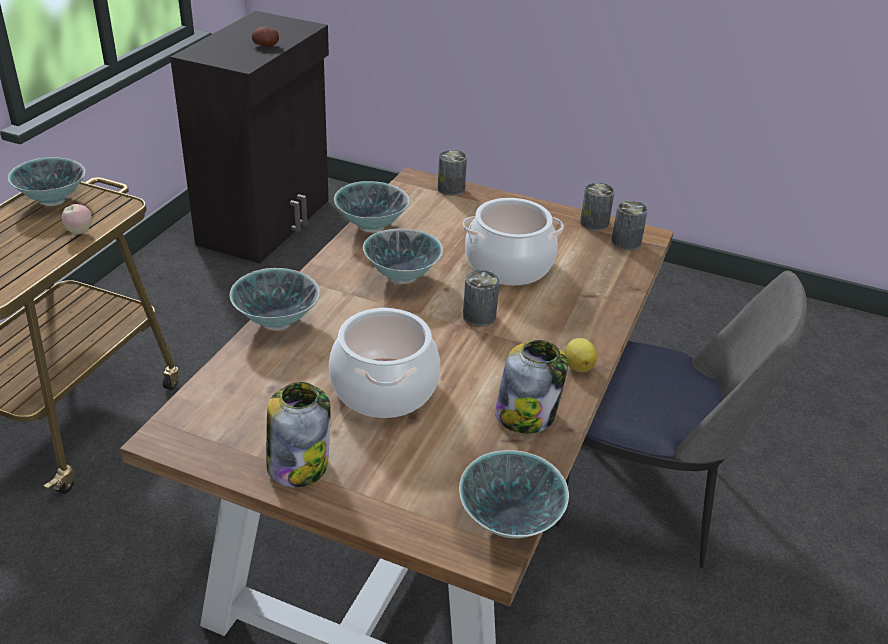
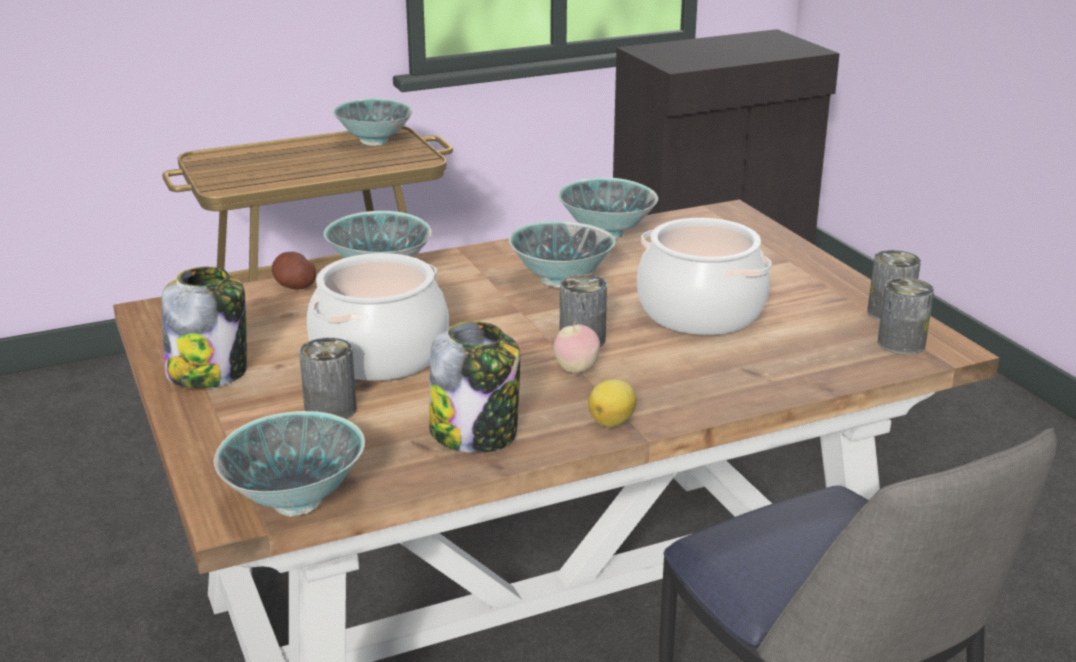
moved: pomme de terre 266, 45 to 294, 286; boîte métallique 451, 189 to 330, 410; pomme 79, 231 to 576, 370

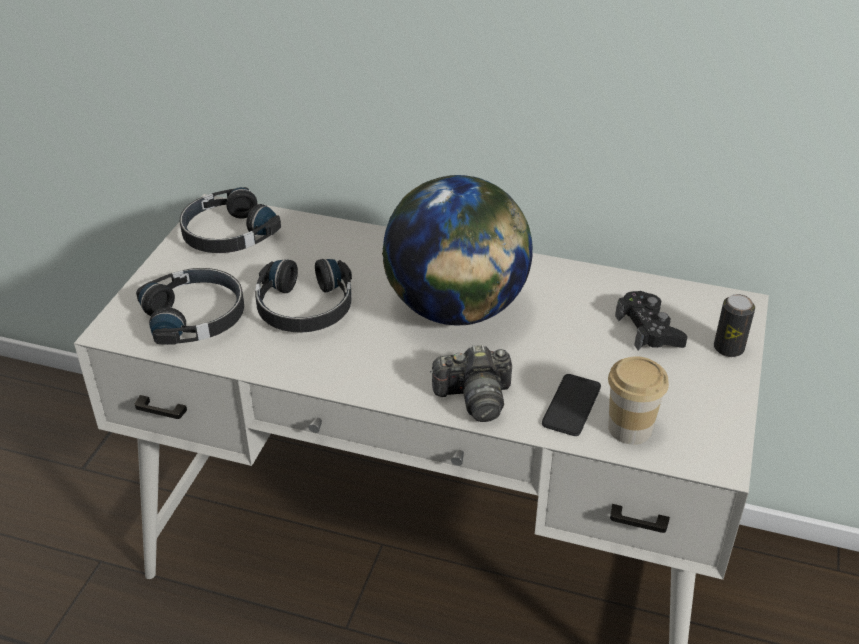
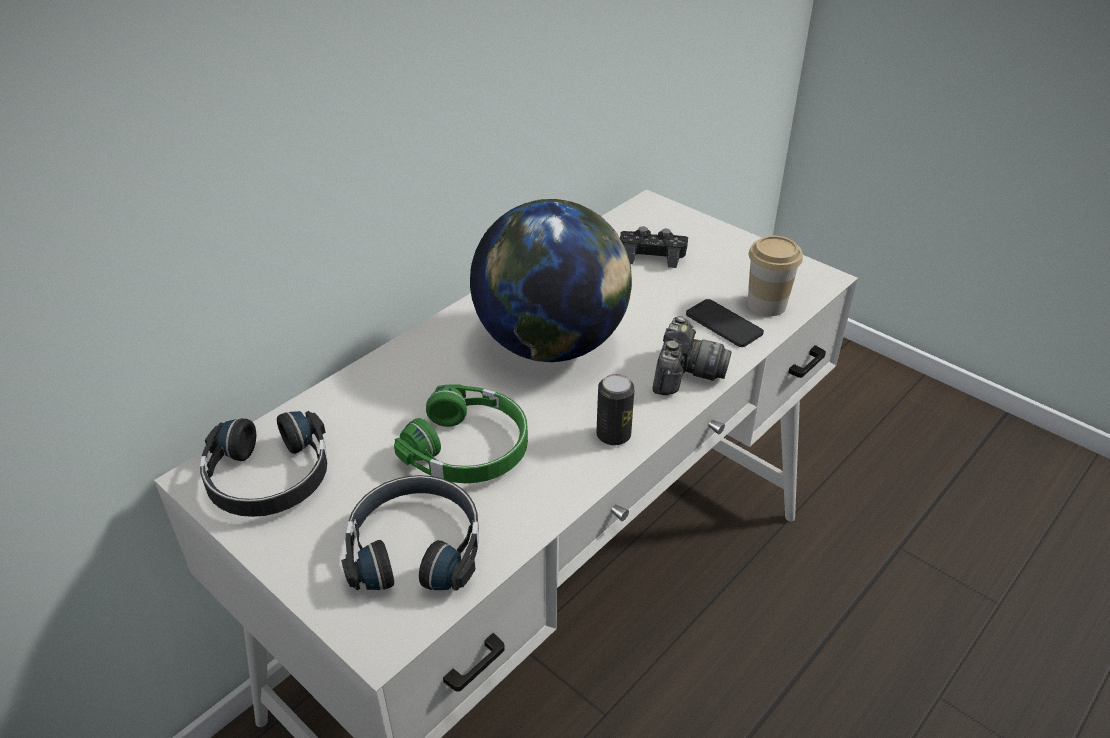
moved: boîte métallique 728, 348 to 613, 435
recoloured: casque audio [noir] 305, 308 to casque audio [vert] 469, 448

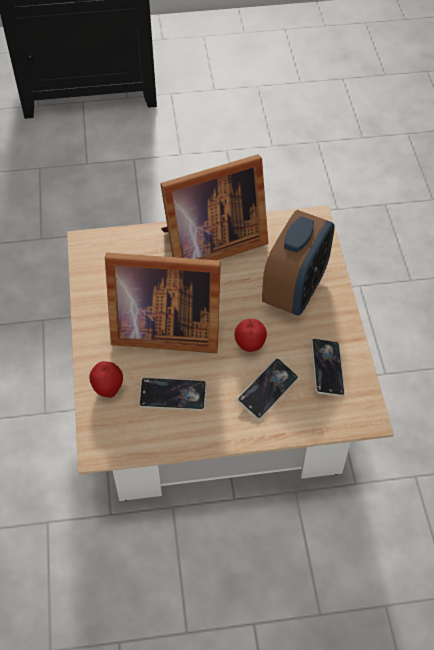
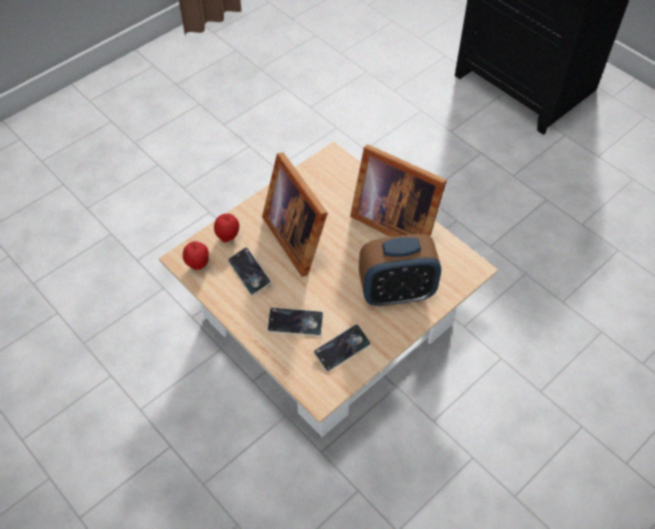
moved: pomme 249, 346 to 198, 265

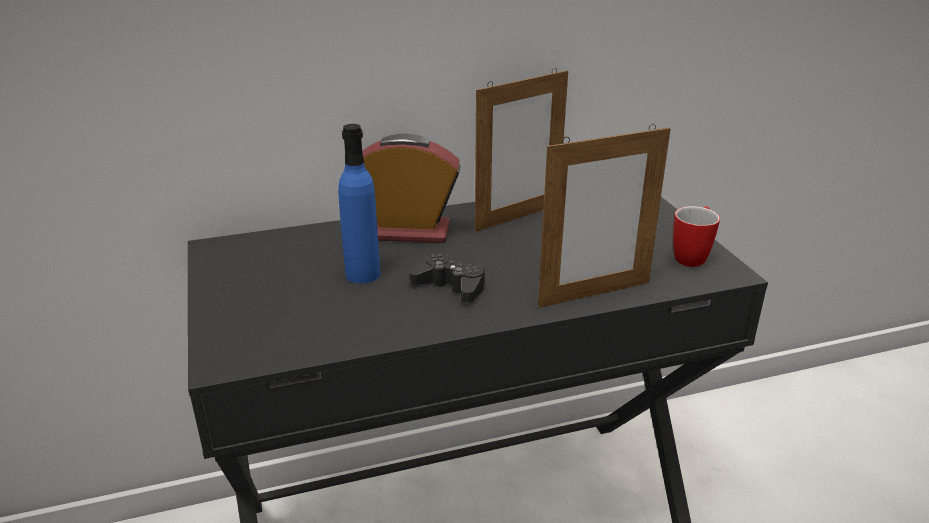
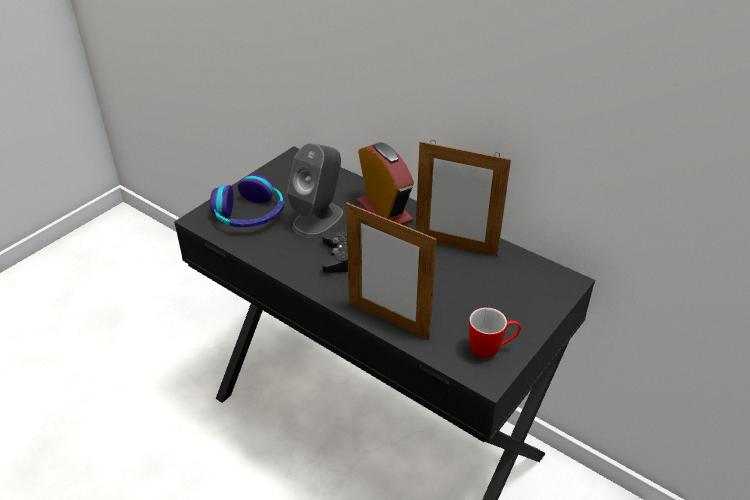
added: casque audio 249, 214
replaced: bouteille [bleu] 363, 274 to enceinte [gris] 319, 219

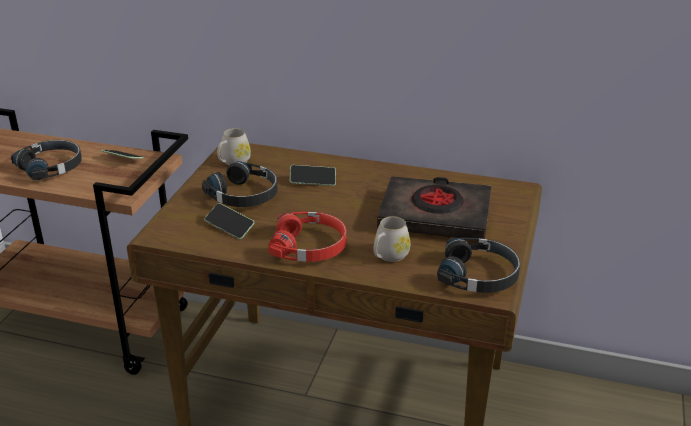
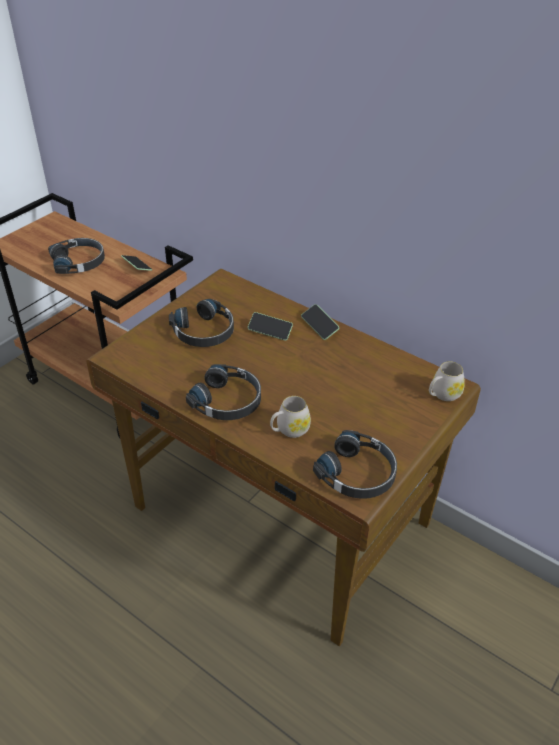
removed: livre [noir] 435, 215
moved: téléphone 229, 227 to 319, 326; mug [blanc] 233, 162 to 442, 394
recoloured: casque audio [rouge] 310, 246 to casque audio [noir] 228, 401

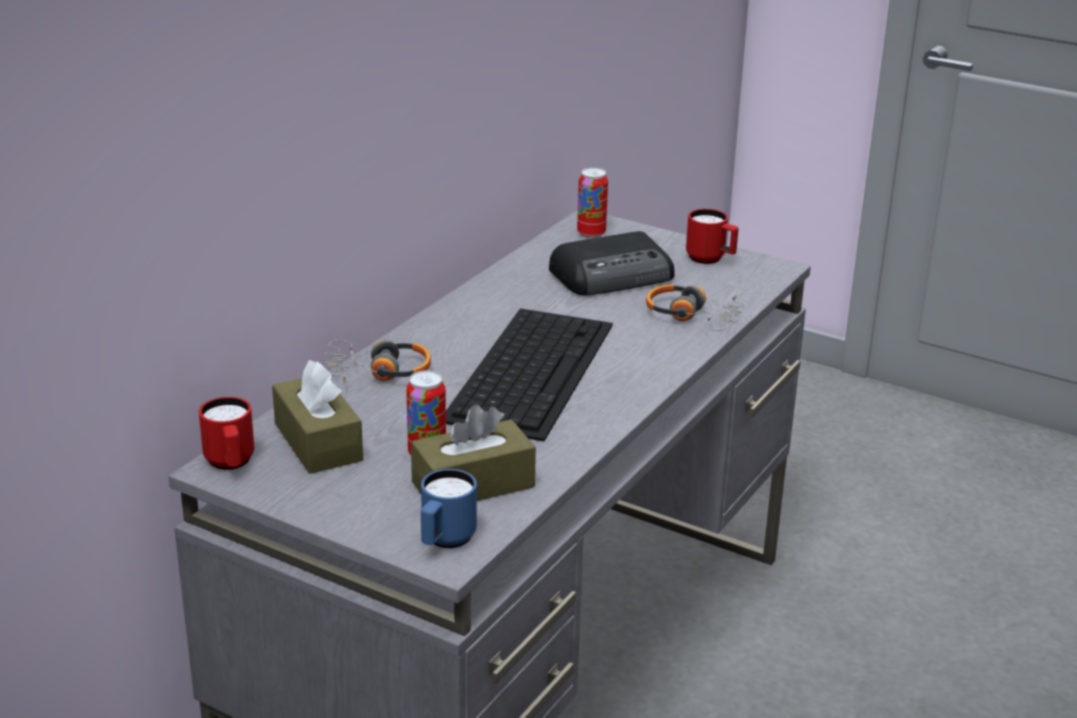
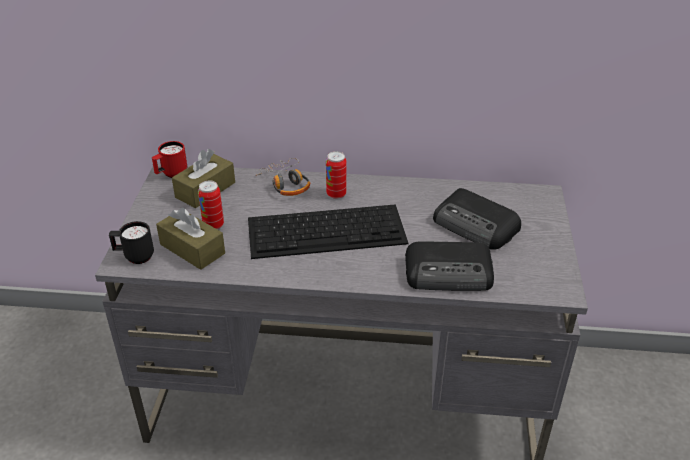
removed: mug [rouge] 710, 259
moved: boîte métallique 591, 233 to 336, 194
replaced: casque audio 693, 316 to radio 450, 273
recoloured: mug [bleu] 444, 541 to mug [noir] 134, 257

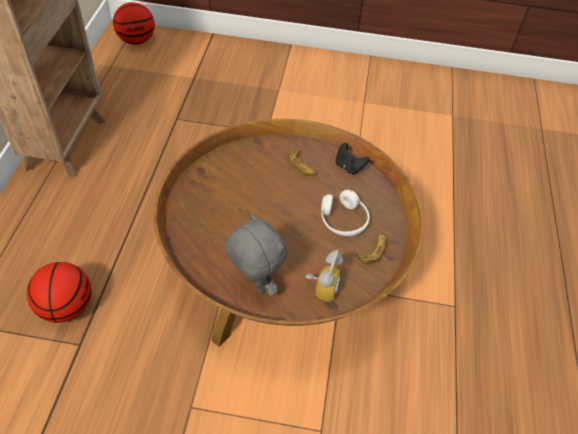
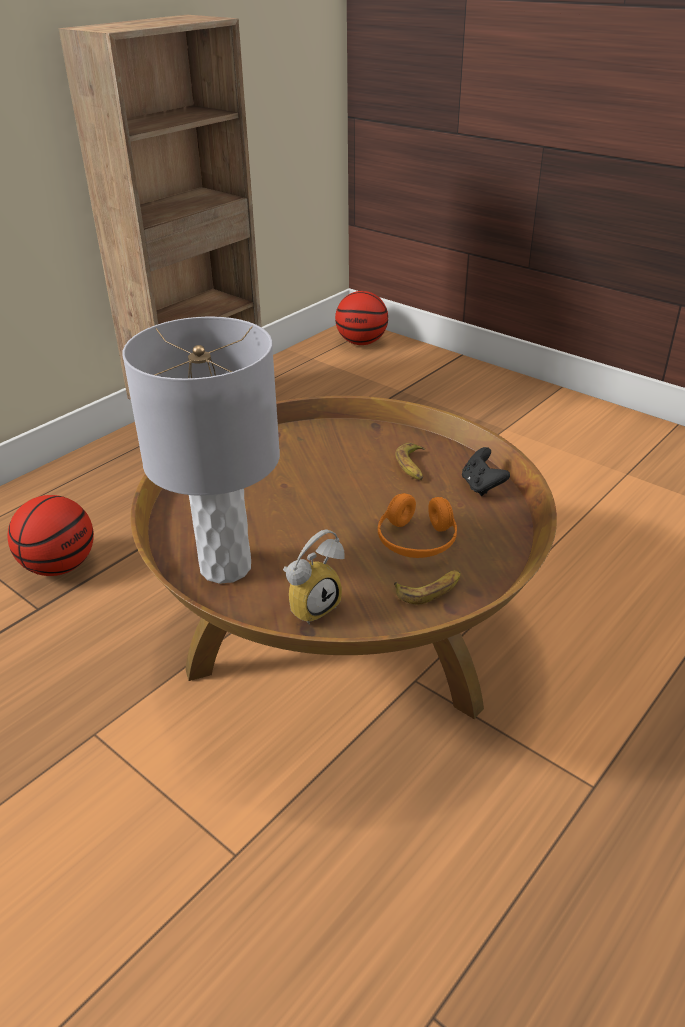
replaced: peluche [gris] 254, 284 to lampe de table [gris] 225, 567
recoloured: casque audio [blanc] 343, 220 to casque audio [orange] 416, 541

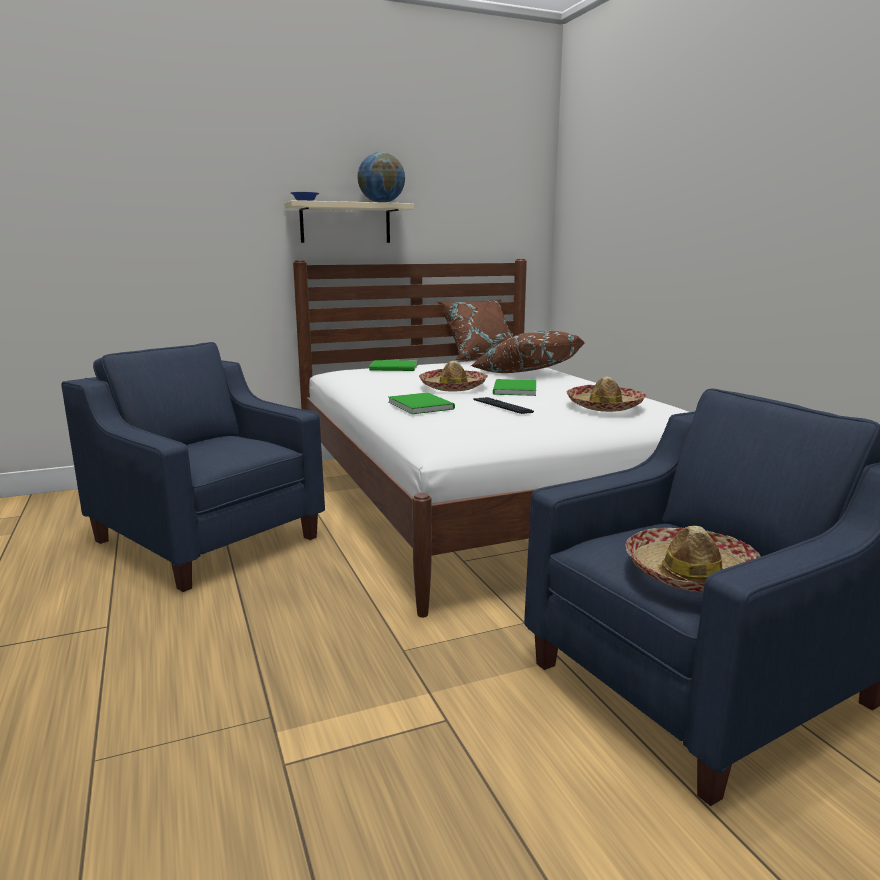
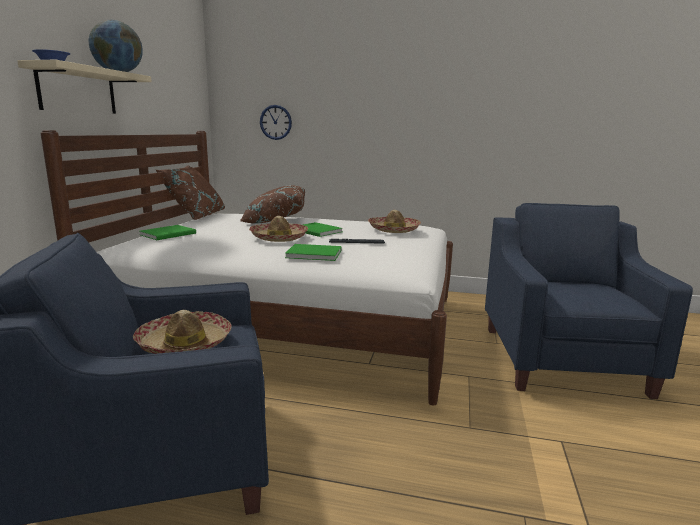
added: horloge murale 275, 122
moved: chapeau 690, 574 to 185, 344

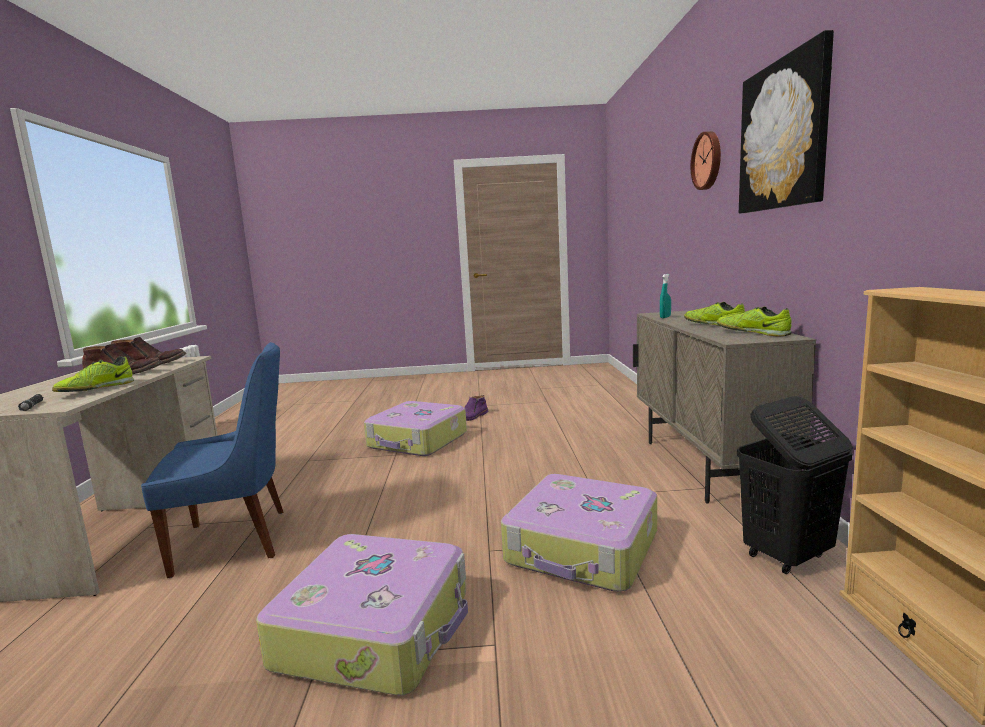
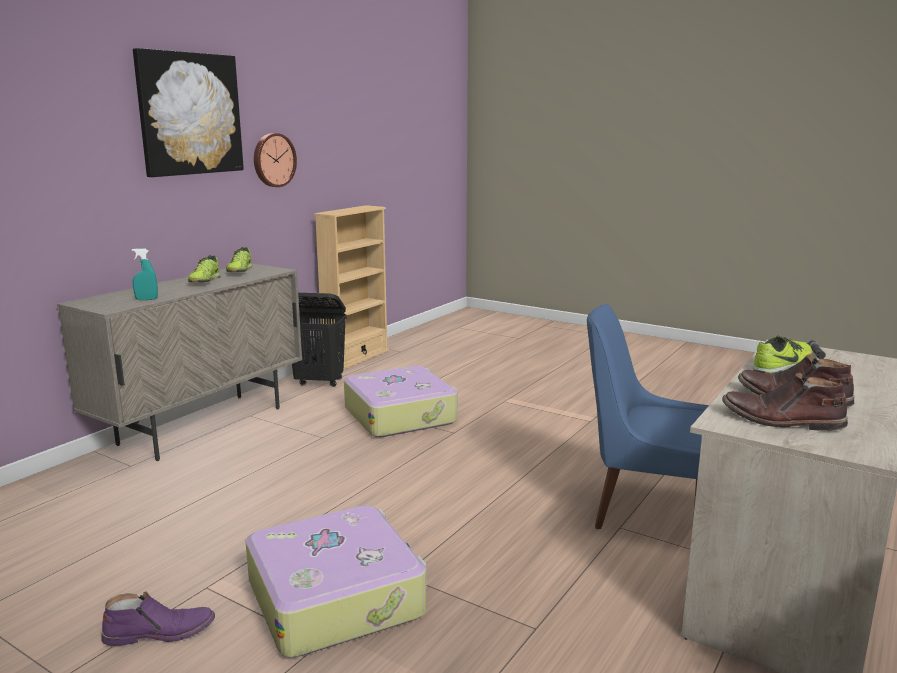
removed: valise 377, 628
moved: horloge murale 708, 161 to 273, 160

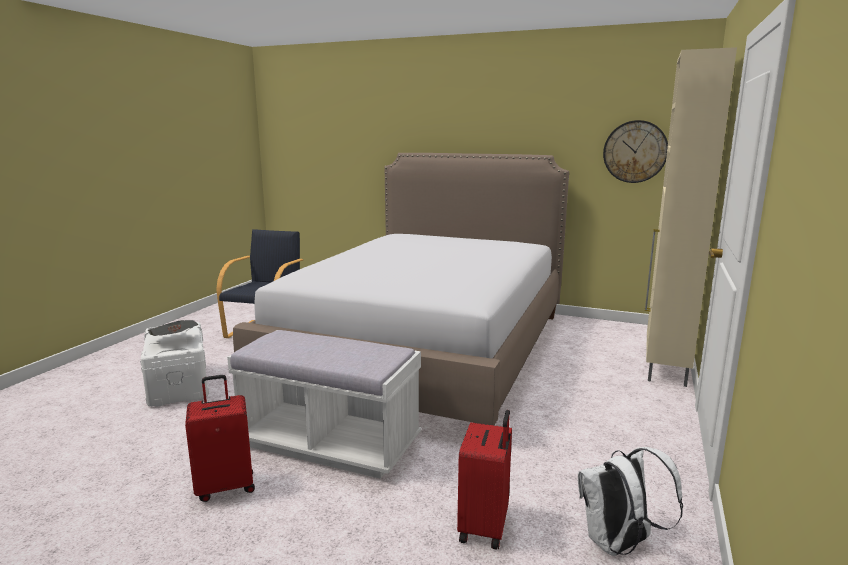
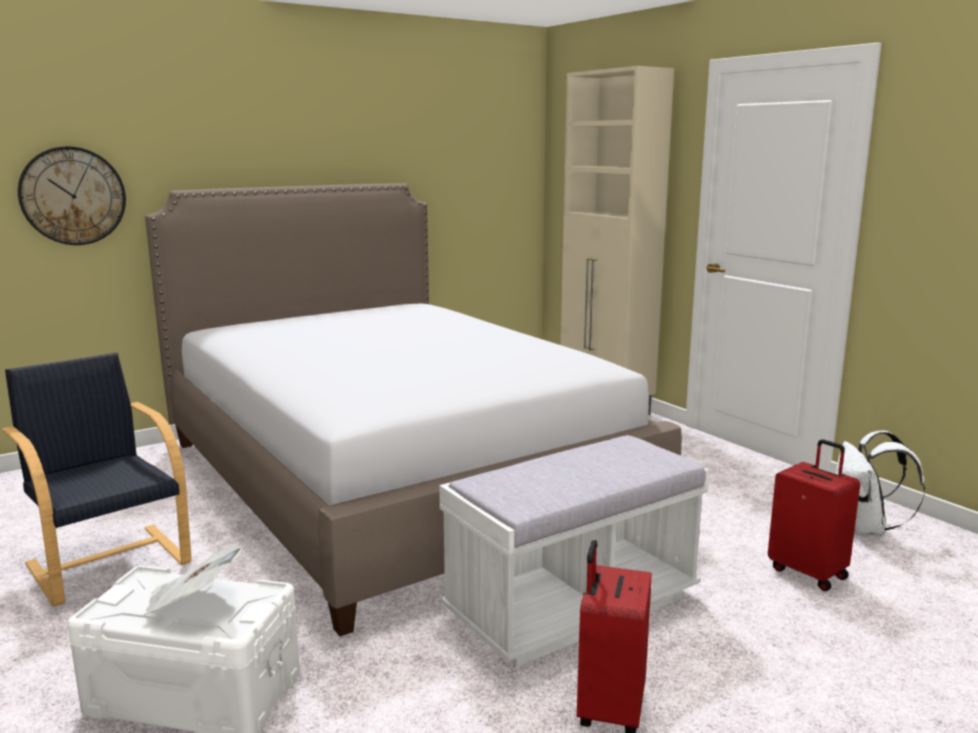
moved: horloge murale 635, 151 to 73, 196

